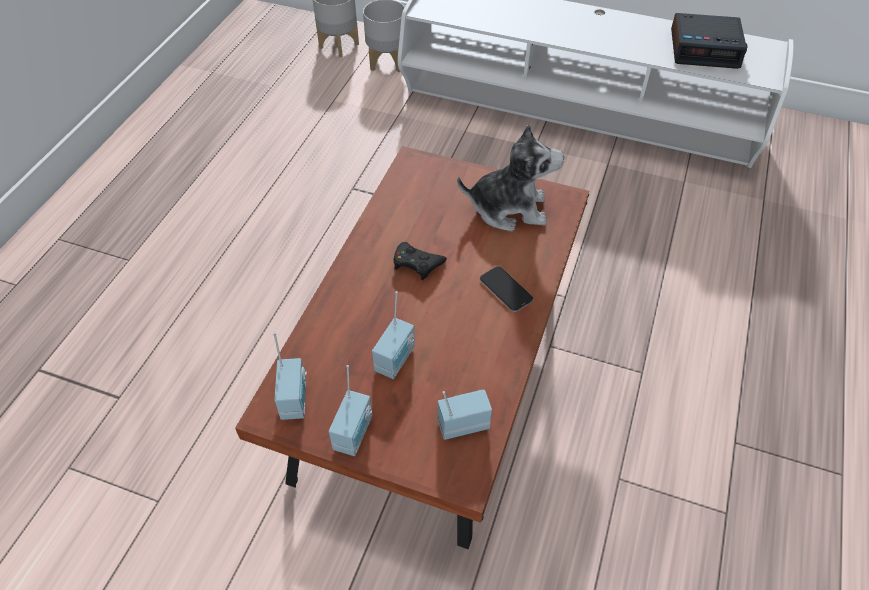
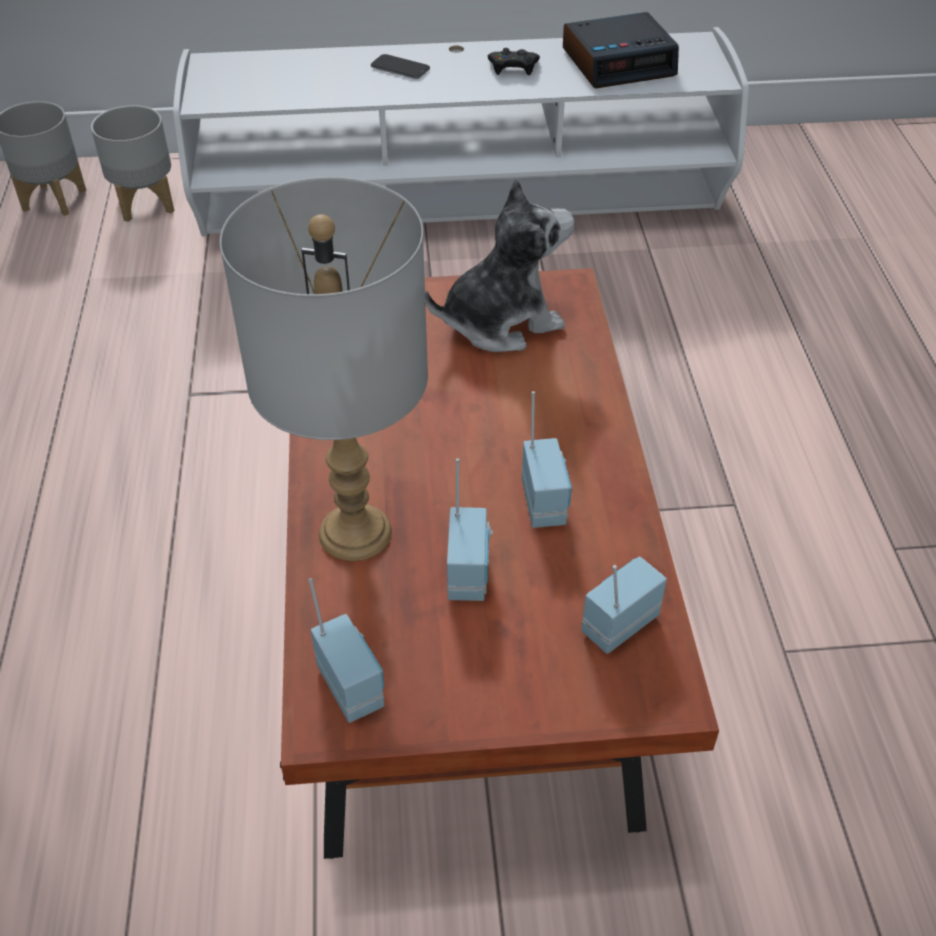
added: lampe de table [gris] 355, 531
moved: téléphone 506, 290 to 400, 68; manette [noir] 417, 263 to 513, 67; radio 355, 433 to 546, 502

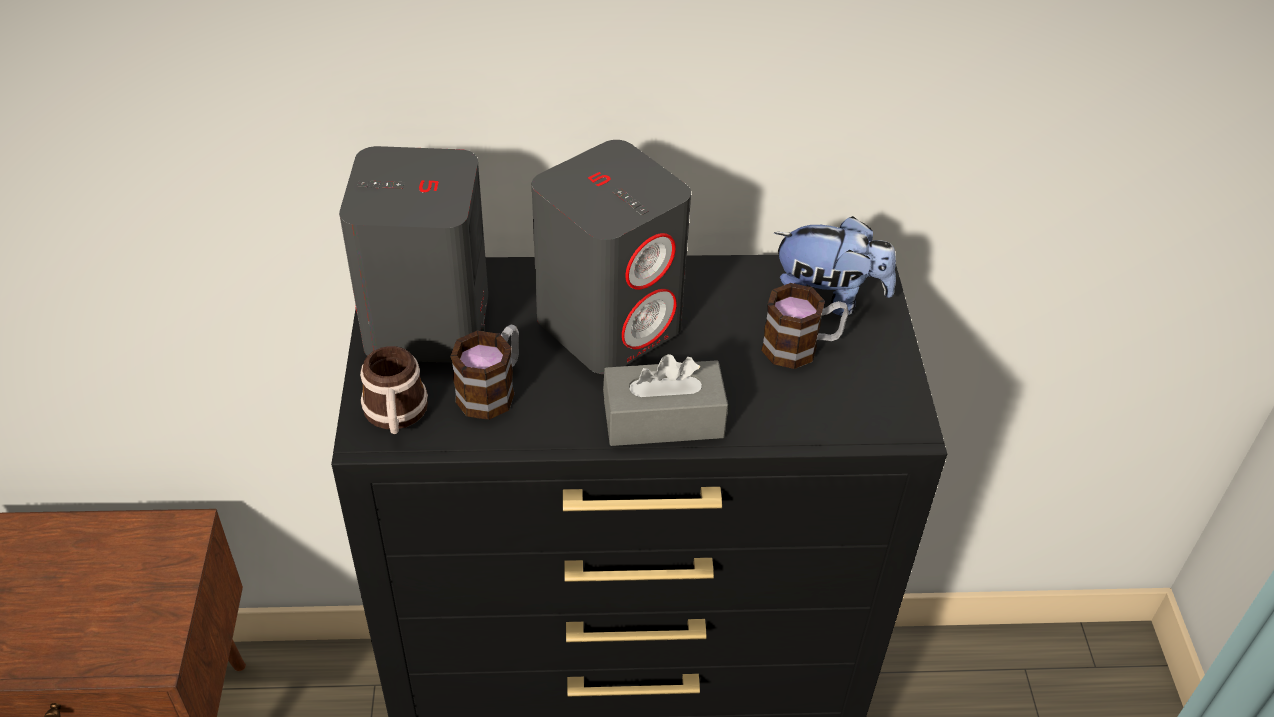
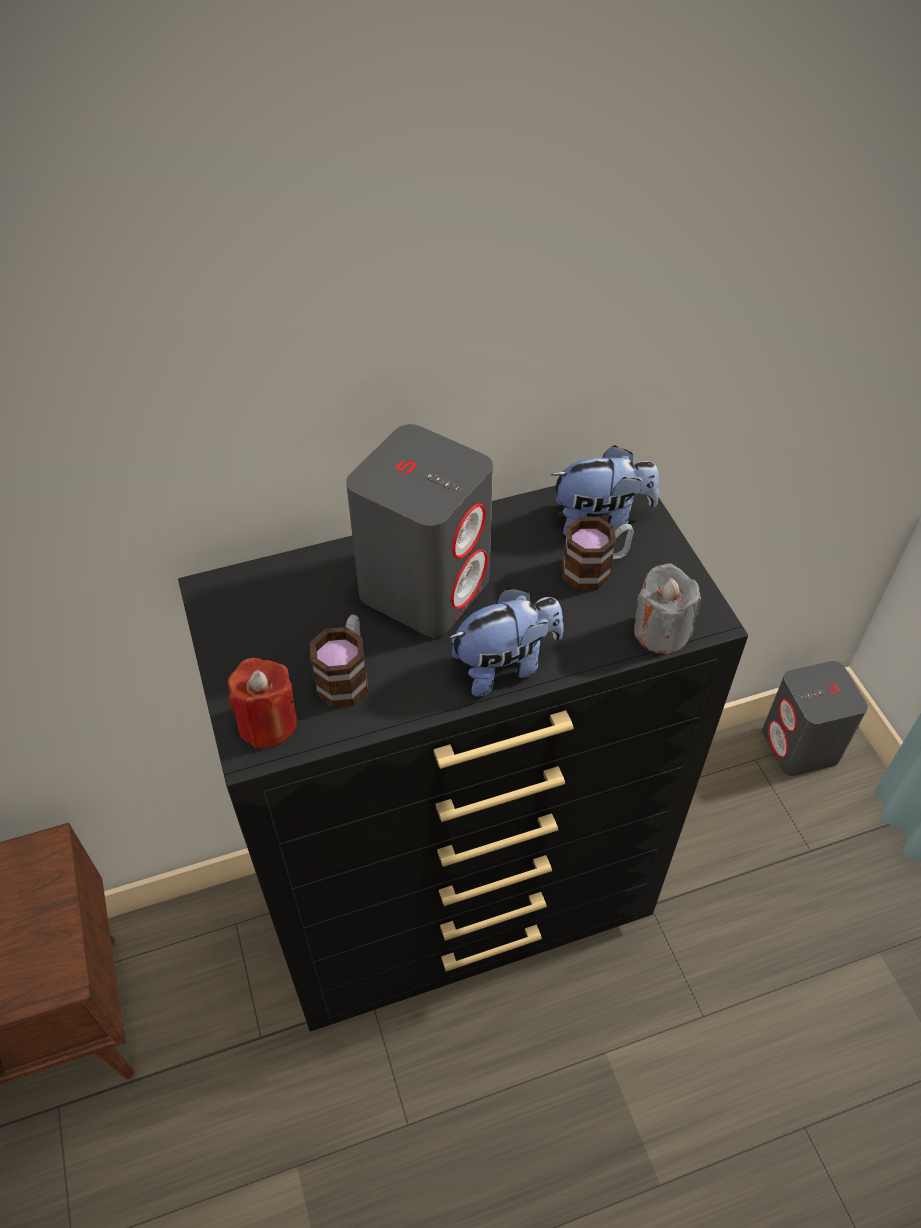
added: bougie [gris] 661, 632
moved: enceinte [gris] 427, 324 to 800, 746
replaced: mug 396, 415 to bougie [rouge] 268, 723; boîte à mouchoirs [gris] 663, 419 to peluche 505, 665

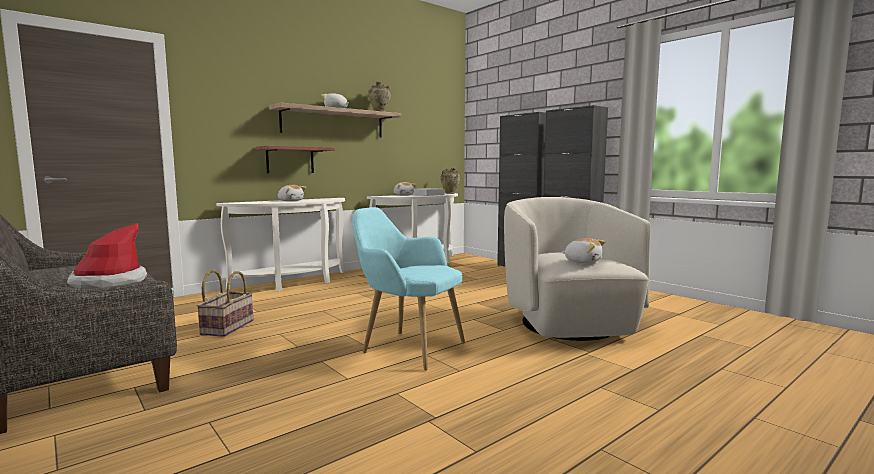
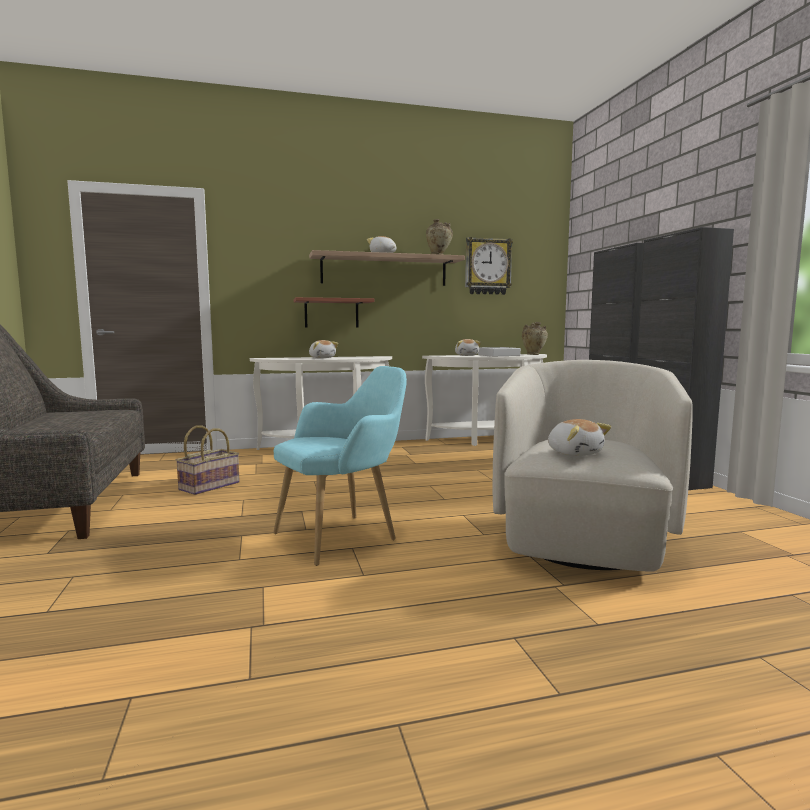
removed: chapeau 109, 283
added: horloge murale 487, 266
turned: fauteuil [turquoise] 407, 347 = 343, 536 90 degrees clockwise

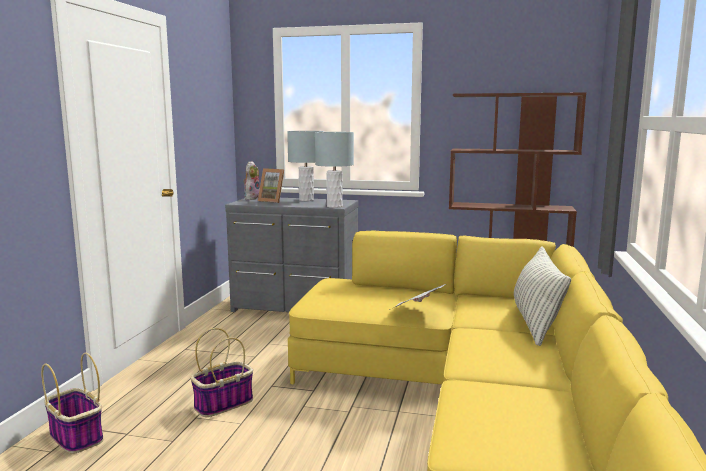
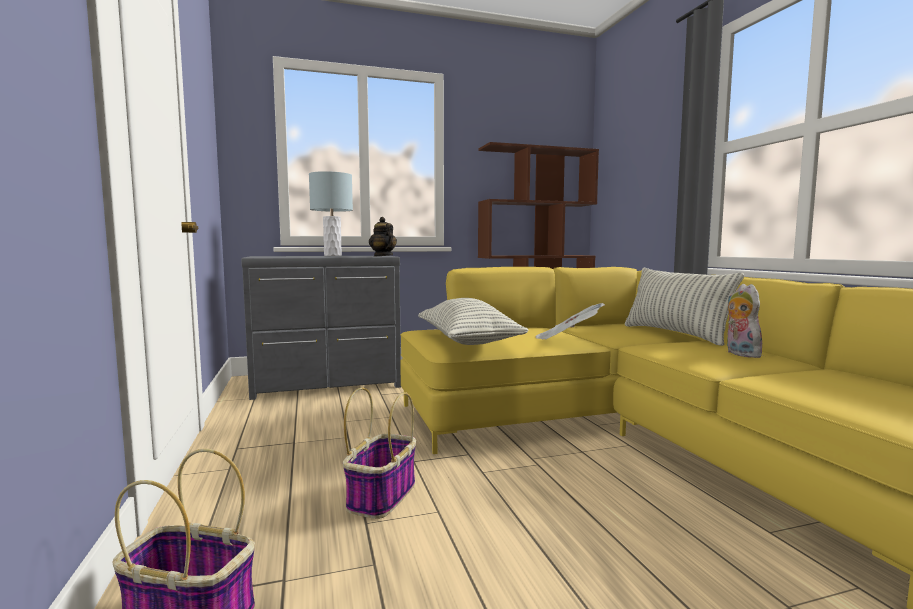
removed: cadre photo 273, 201
added: coussin 467, 341
moved: peluche 251, 198 to 739, 354
replaced: lampe de table [gris] 334, 206 to théière 383, 256

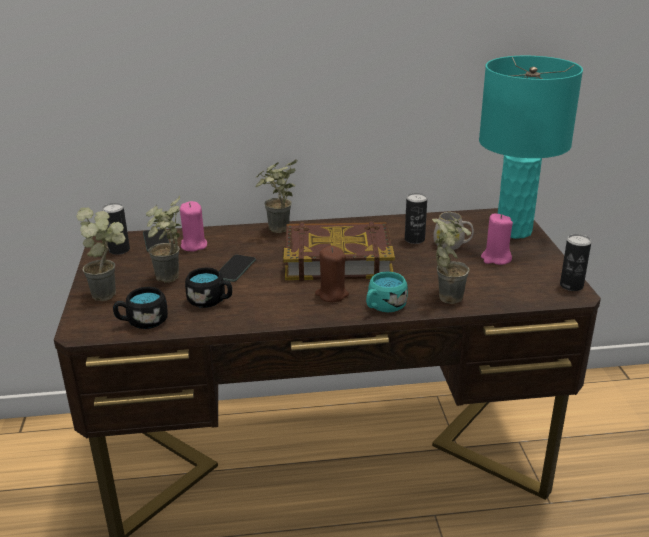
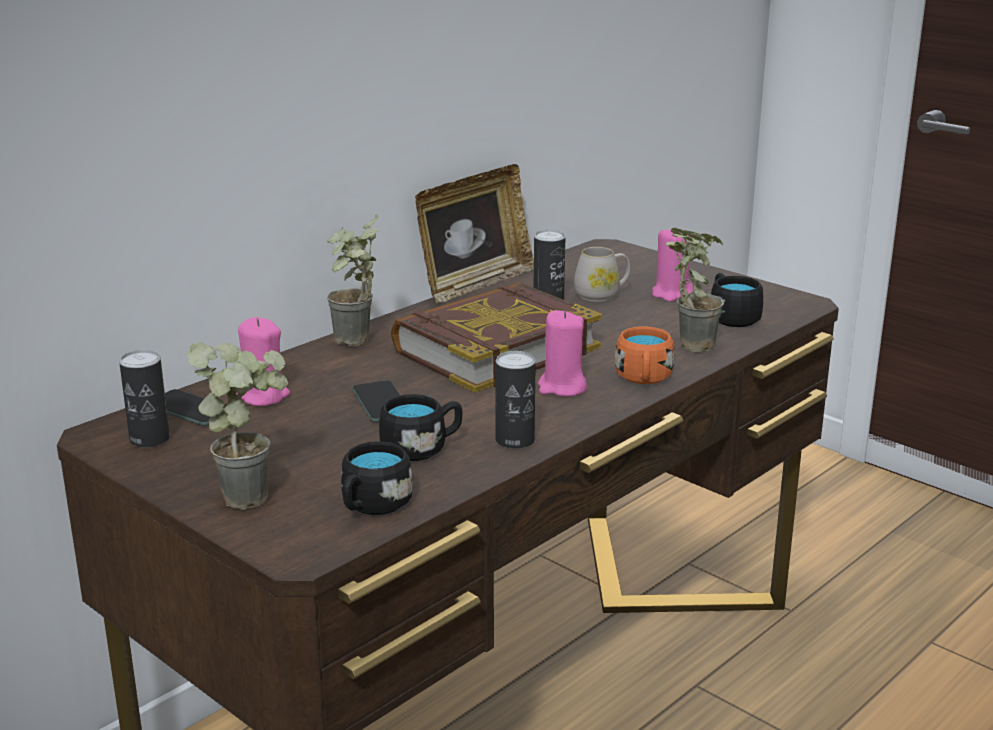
removed: plante en pot 169, 281; lampe de table [turquoise] 513, 230
added: cadre photo 474, 284; mug [noir] 731, 317
moved: boîte métallique 571, 285 to 515, 440
recoloured: bougie [marron] 332, 294 to bougie [rose] 562, 387; mug [turquoise] 383, 306 to mug [orange] 643, 379

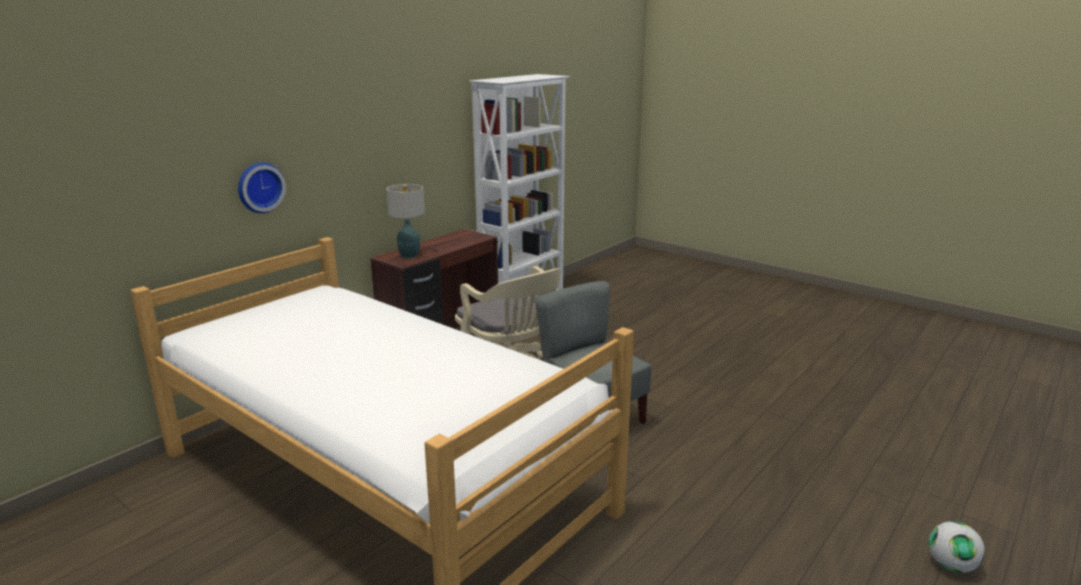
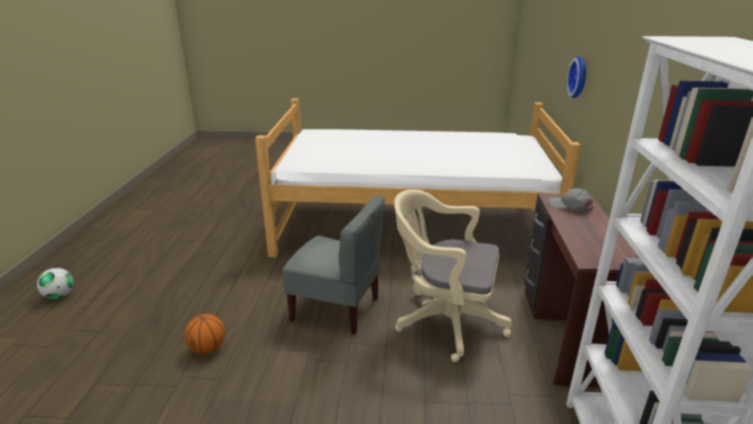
added: ballon de basket 207, 348
replaced: lampe de table 409, 255 to casquette [gris] 570, 205

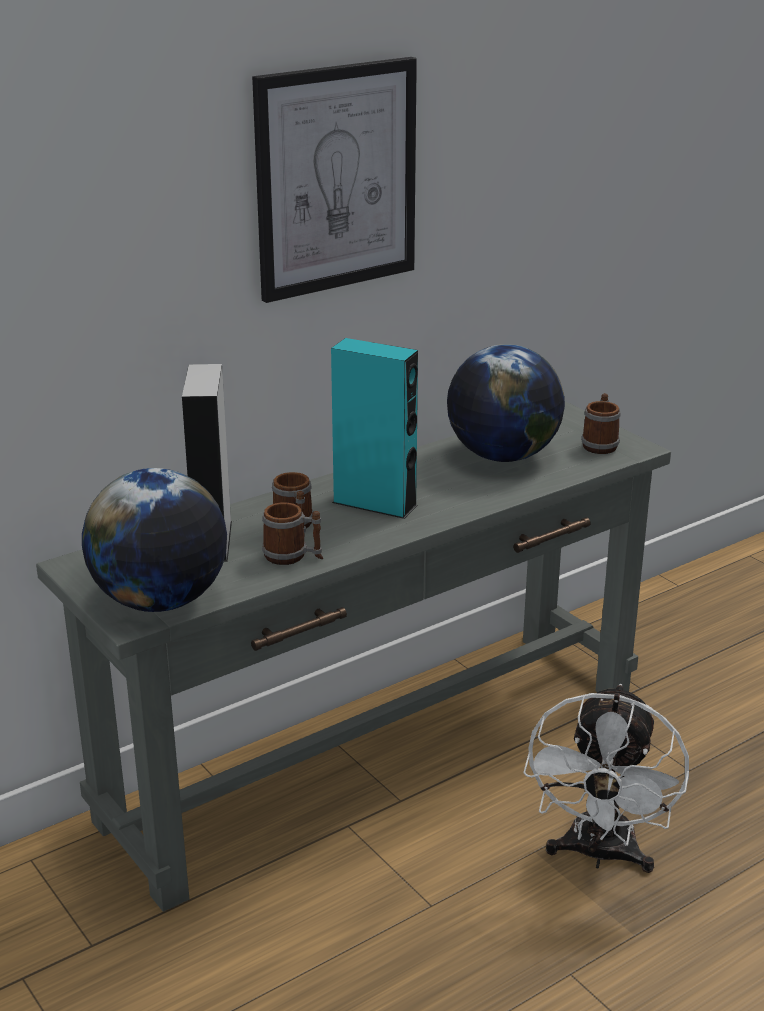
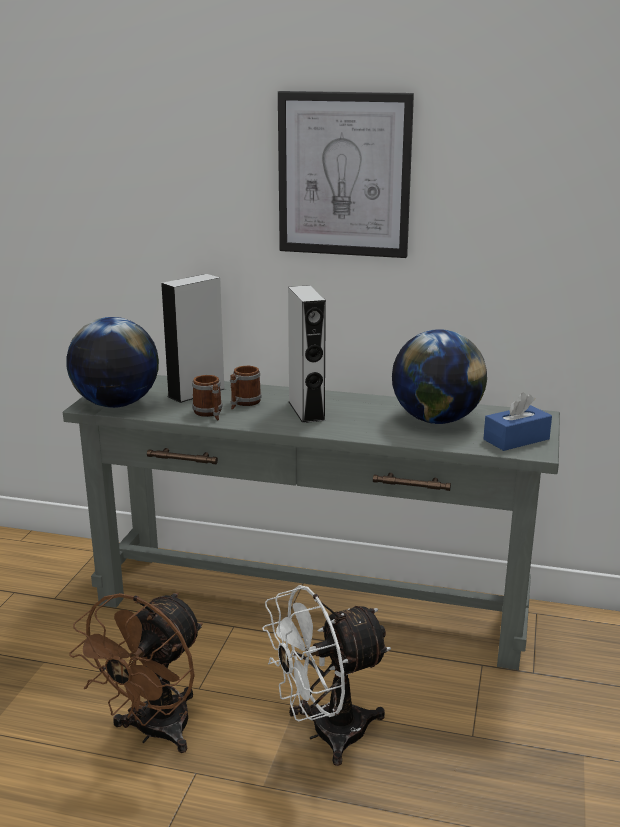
added: ventilateur [marron] 153, 733
replaced: mug 600, 444 to boîte à mouchoirs [bleu] 516, 439
recoloured: enceinte [turquoise] 374, 504 to enceinte [gris] 306, 410

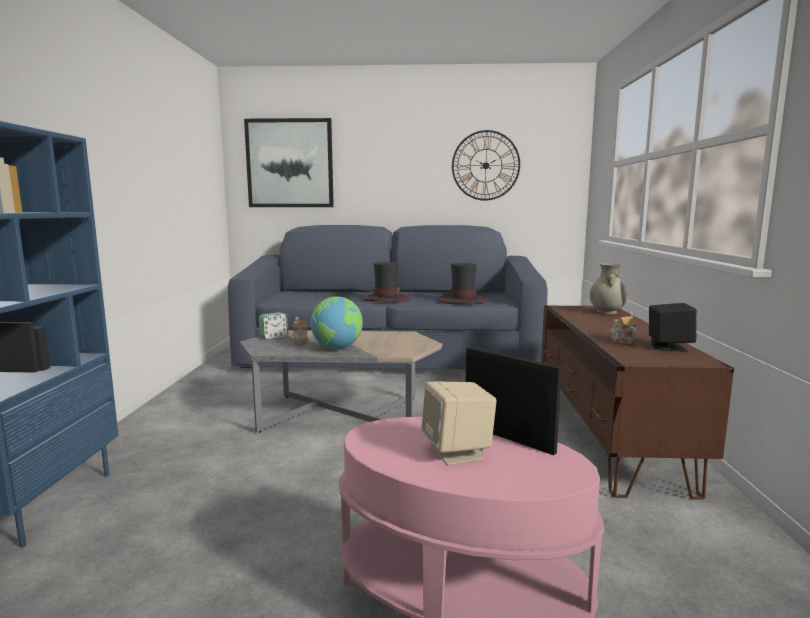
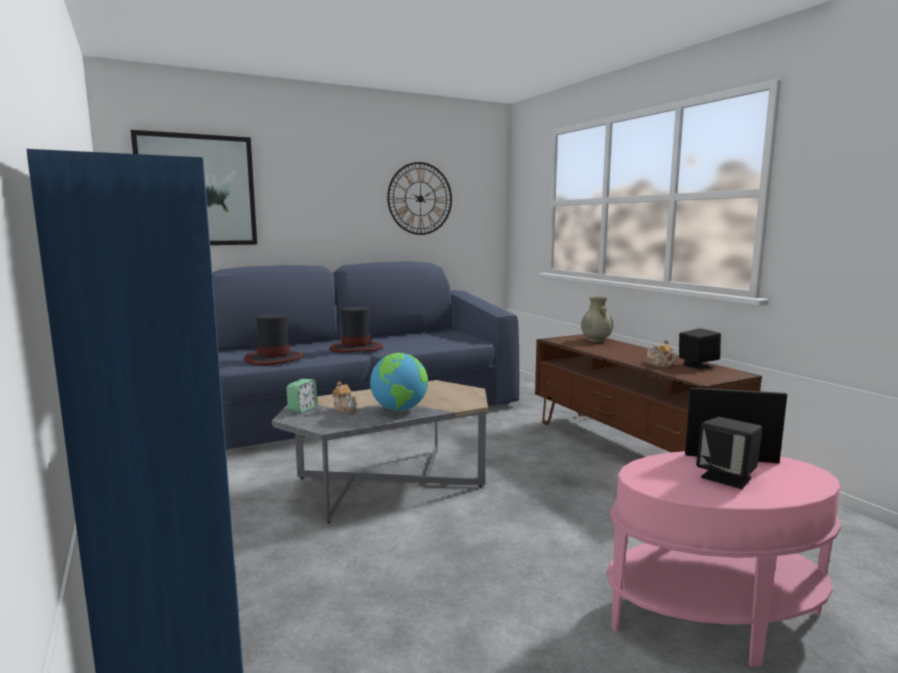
moved: chapeau 462, 300 to 274, 359
recoloured: enceinte [beige] 457, 452 to enceinte [noir] 727, 477

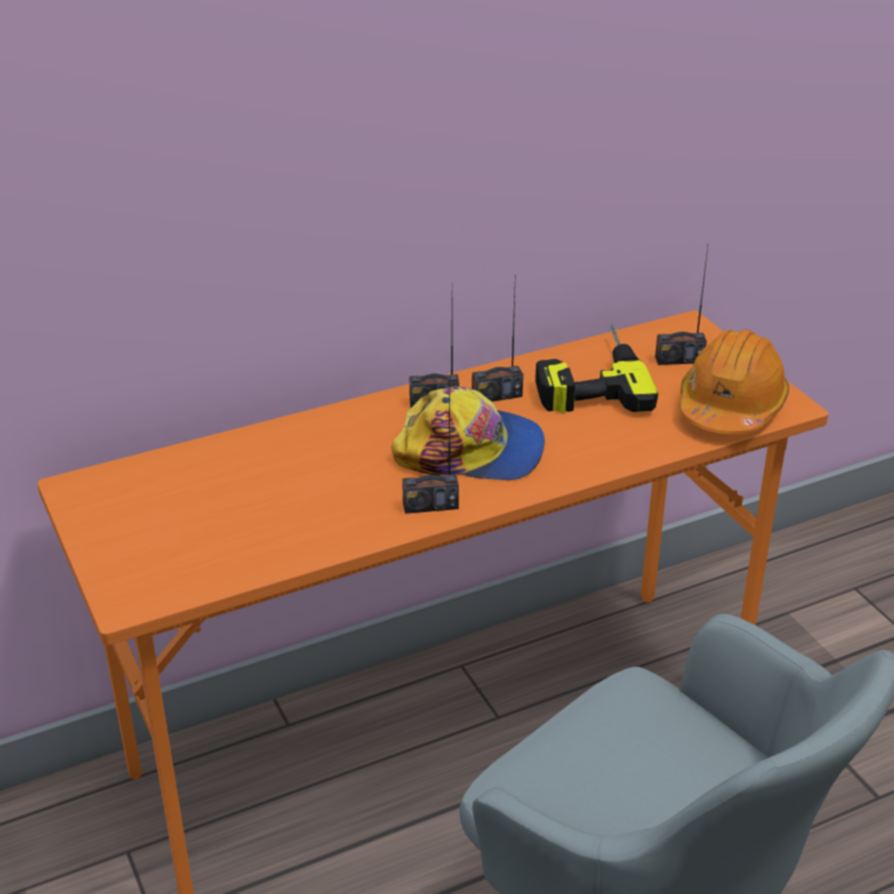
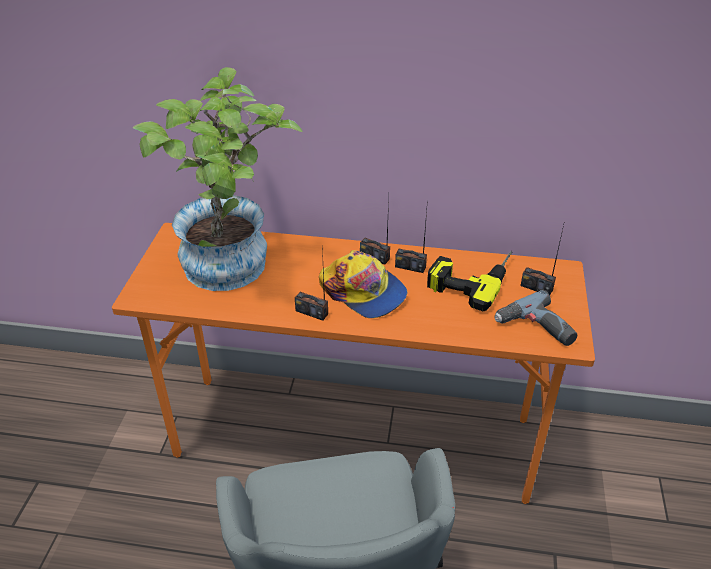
added: plante en pot 233, 271
replaced: casque de chantier [orange] 731, 407 to perceuse 535, 329

